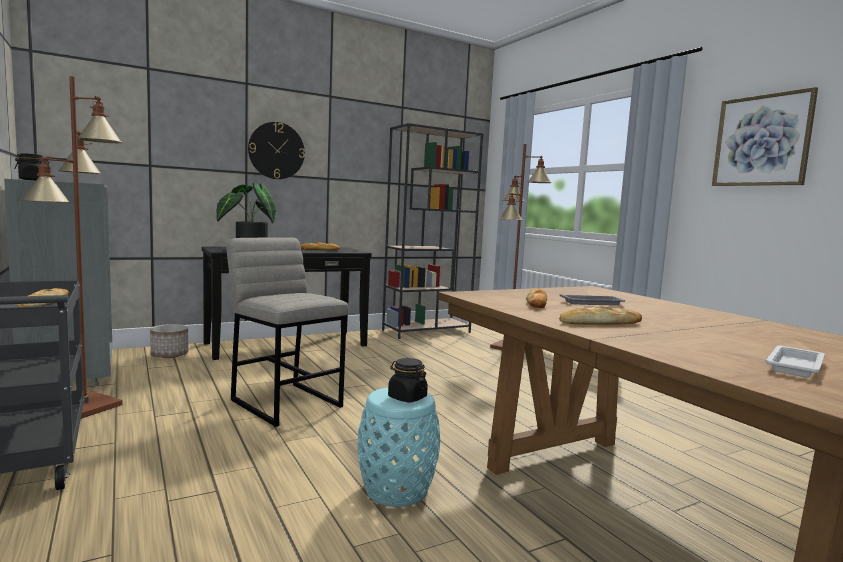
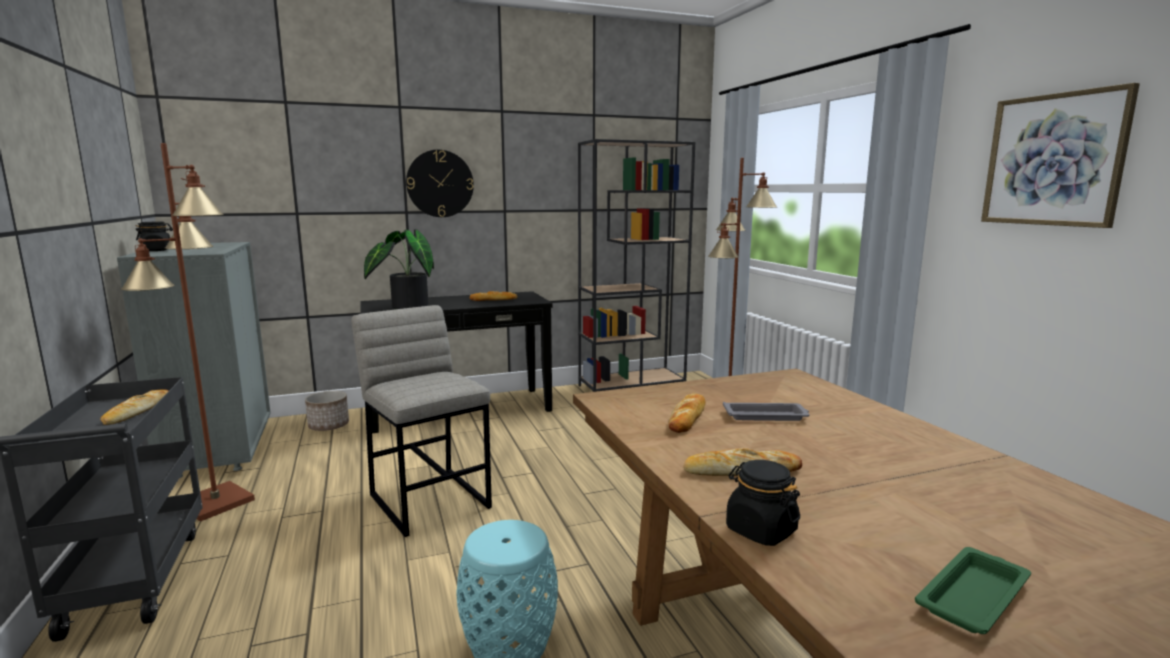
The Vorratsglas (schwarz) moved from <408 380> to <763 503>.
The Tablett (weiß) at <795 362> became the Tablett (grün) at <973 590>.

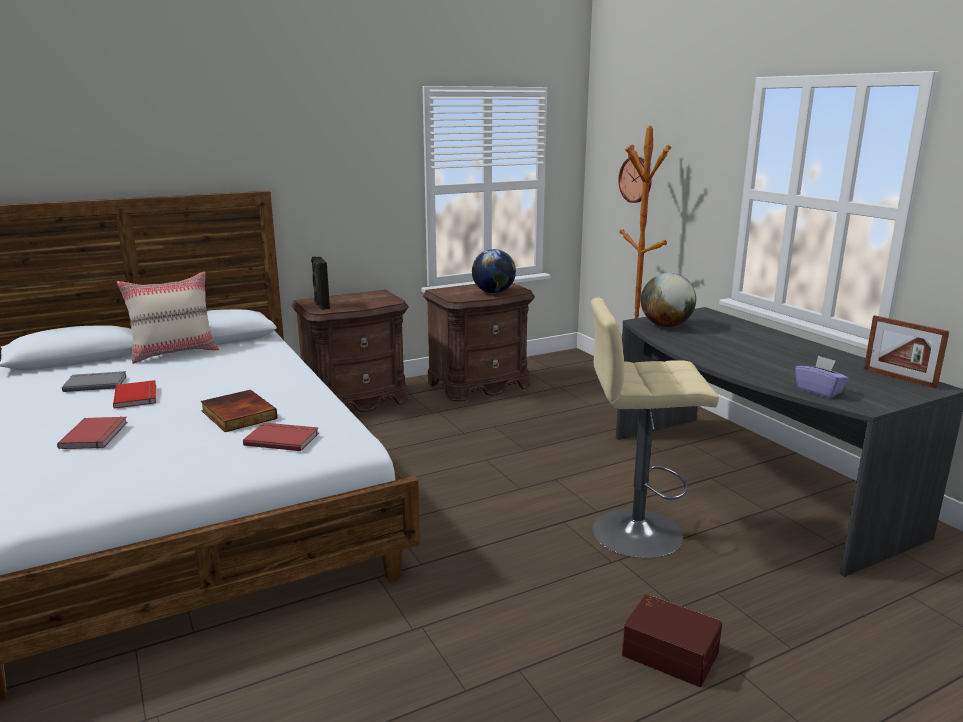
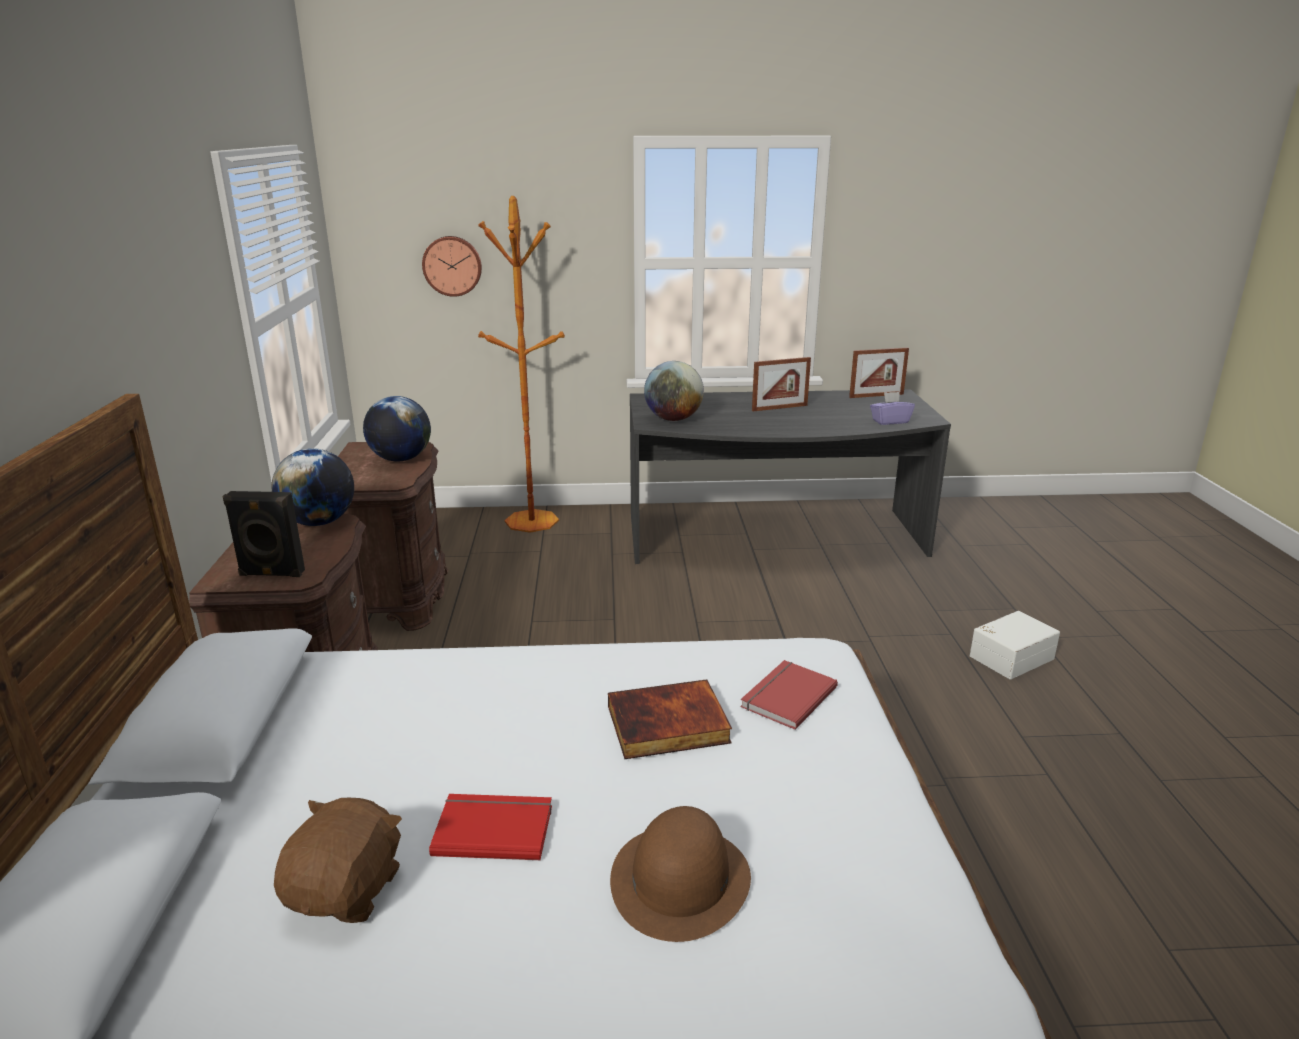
The Kissen (beige) at <168 318> disappeared.
The Hocker (beige) at <655 427> disappeared.
The Globus at <313 487> appeared.
The Bilderrahmen at <781 384> appeared.
The Buch (rot) at <92 432> was replaced by the Hut (braun) at <680 874>.
The Buch (grau) at <94 381> was replaced by the Plüschtier (braun) at <338 860>.
The Aufbewahrungsbox (braun) at <672 640> became the Aufbewahrungsbox (weiß) at <1015 645>.

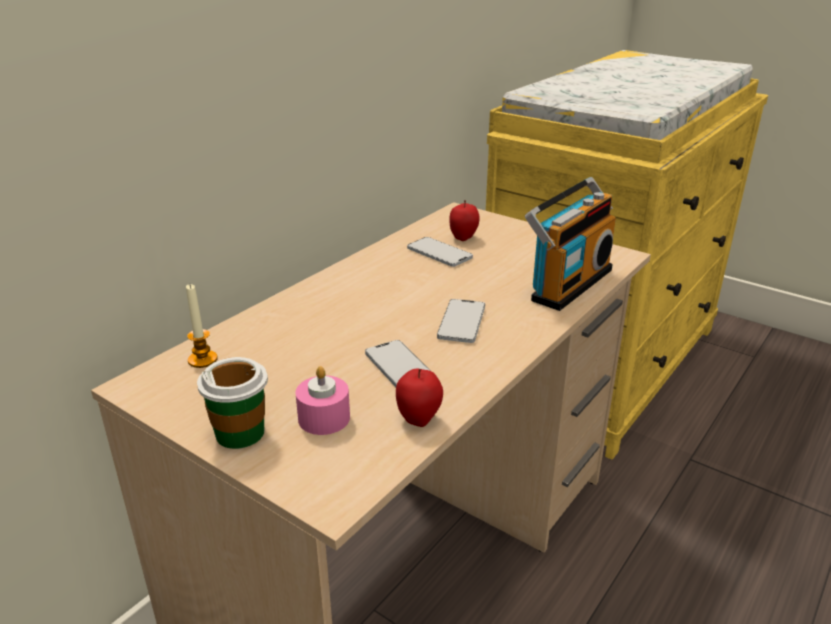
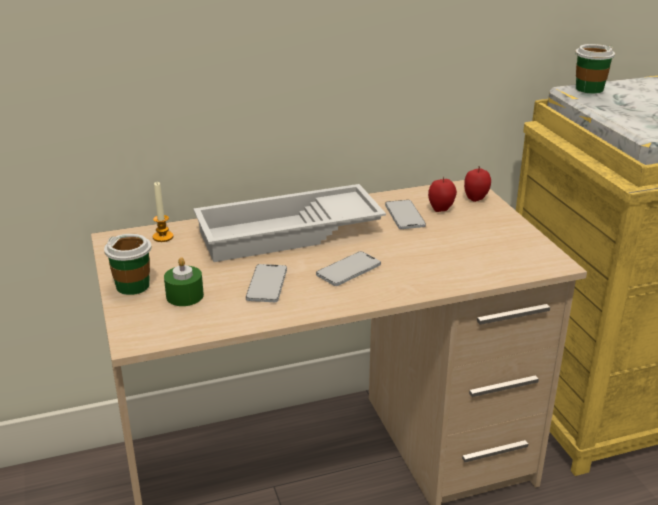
The Radio at <570 244> disappeared.
The Tablett (weiß) at <289 223> appeared.
The Tasse at <595 69> appeared.
The Apfel moved from <419 398> to <477 184>.
The Kerze (rosa) at <322 400> became the Kerze (grün) at <184 281>.

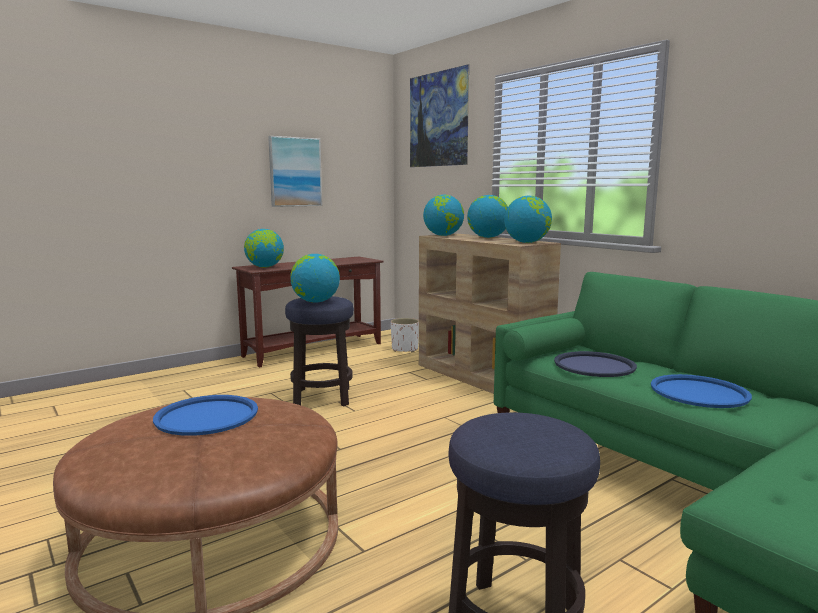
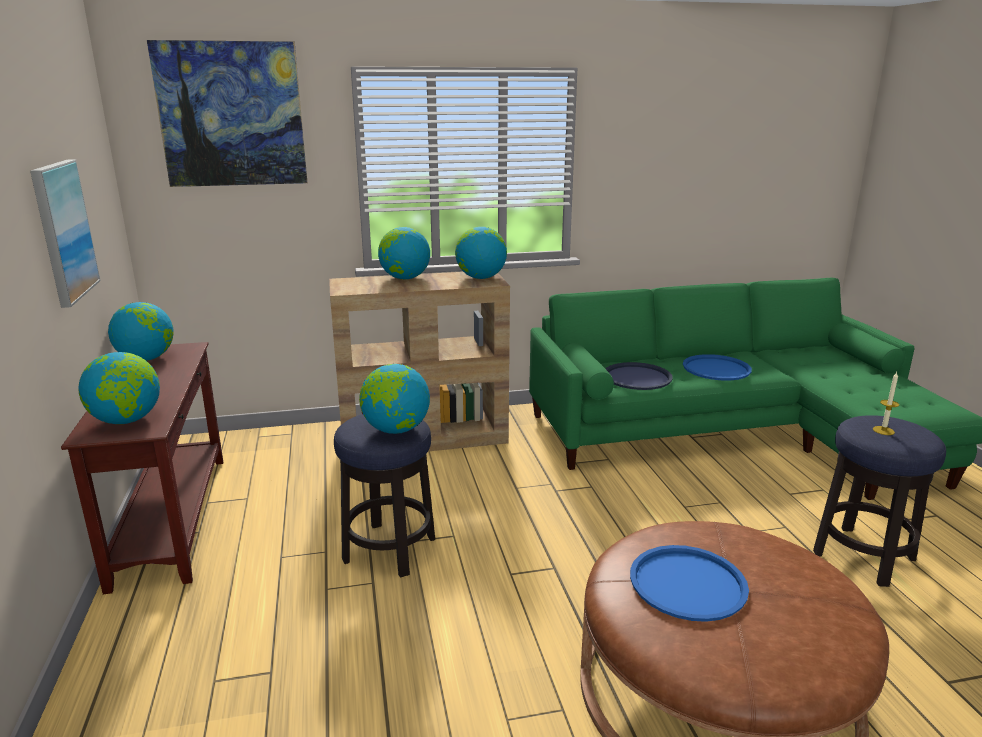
The Pflanzkübel (weiß) at <405 335> disappeared.
The Kerze at <886 403> appeared.
The Globus moved from <443 215> to <141 331>.

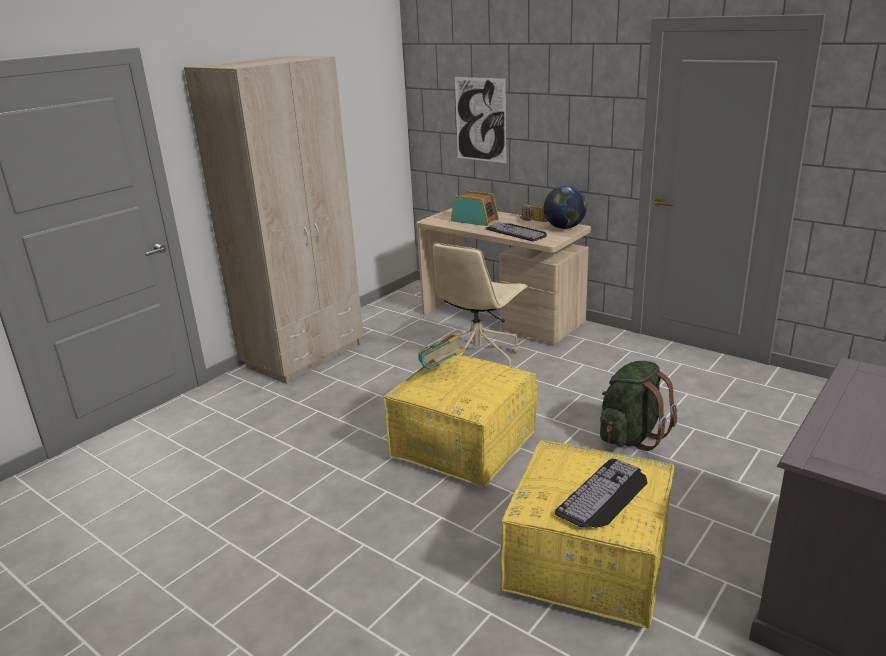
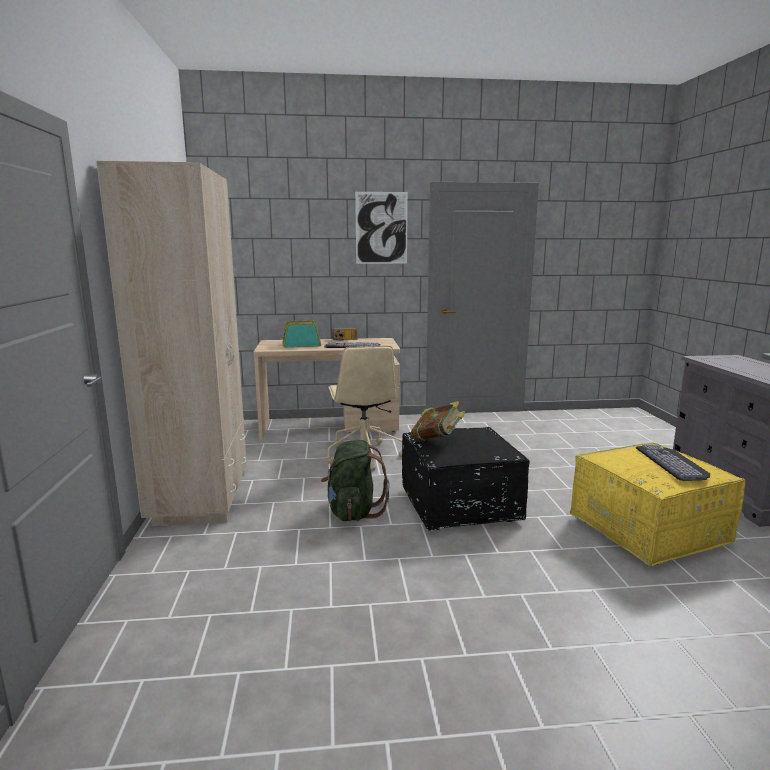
The Globus at <565 207> disappeared.
The Bild moved from <480 120> to <381 228>.
The Rucksack (grün) moved from <638 406> to <355 480>.
The Polsterhocker (gelb) at <460 421> became the Polsterhocker (schwarz) at <466 478>.

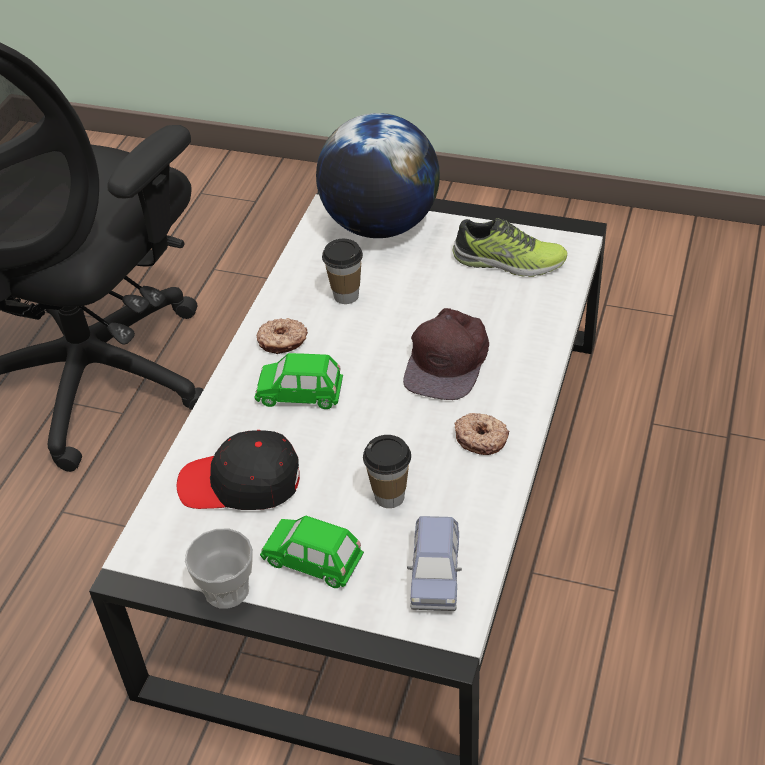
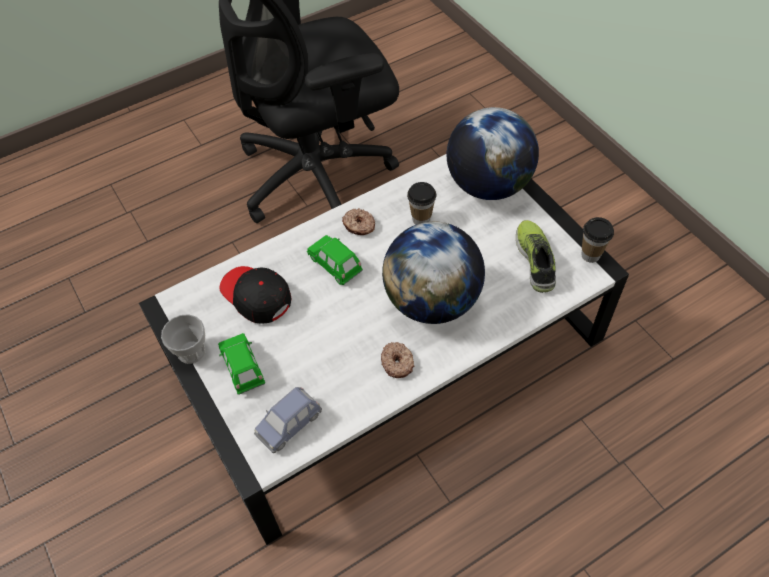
The Tasse moved from <387 471> to <597 240>.
The Kappe (braun) at <446 354> was replaced by the Globus at <433 272>.
The Schuh at <510 247> turned 150 degrees counterclockwise.

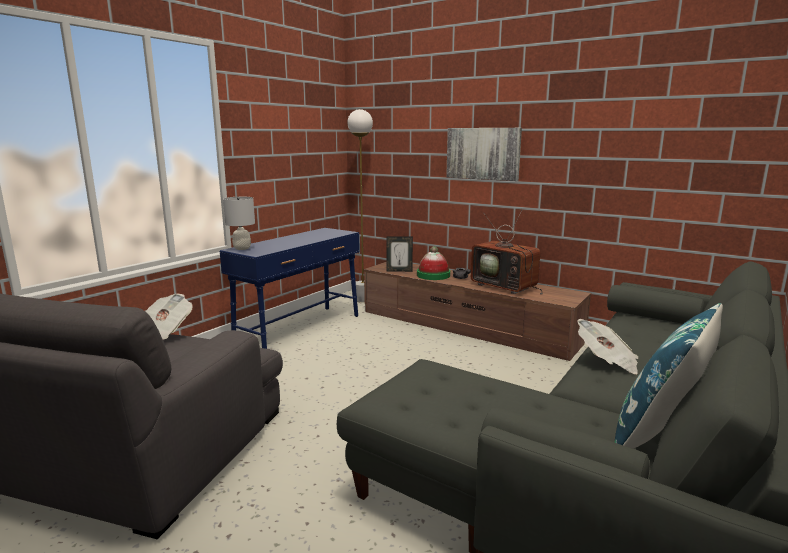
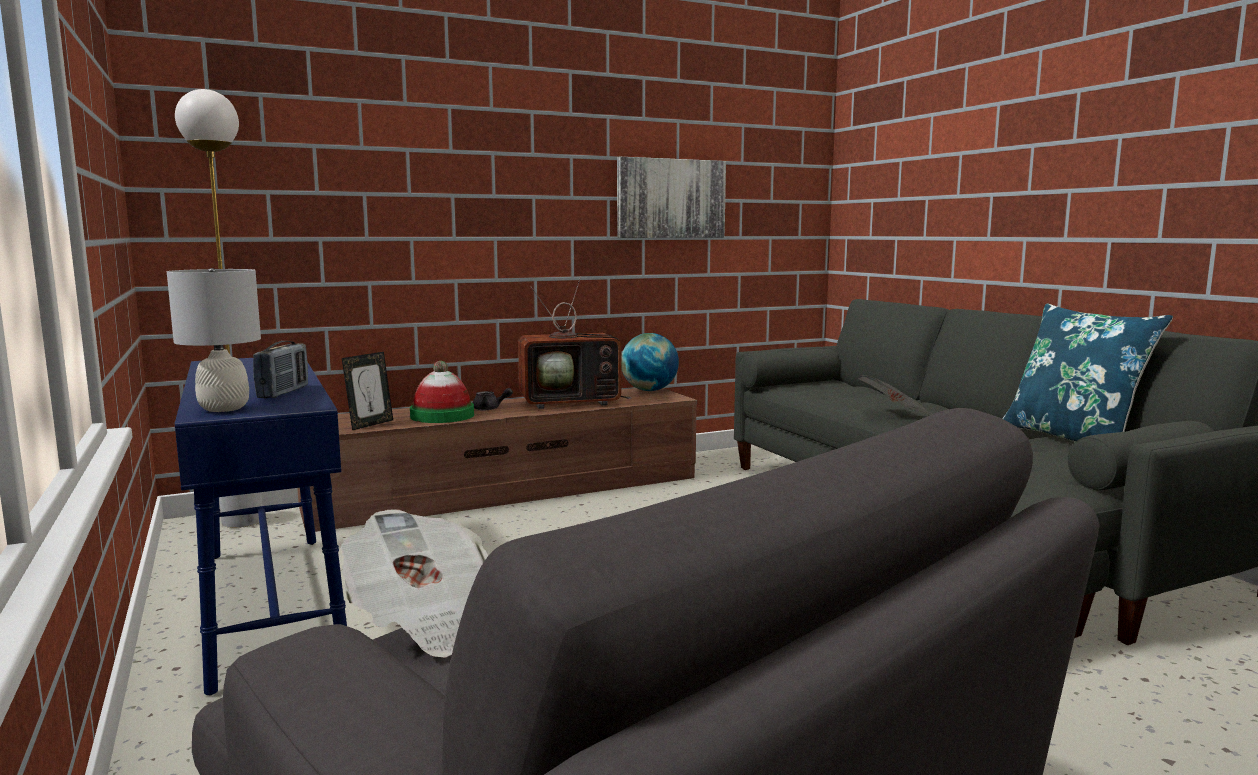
The Radio at <280 369> appeared.
The Globus at <650 362> appeared.
The Bild moved from <484 154> to <671 197>.

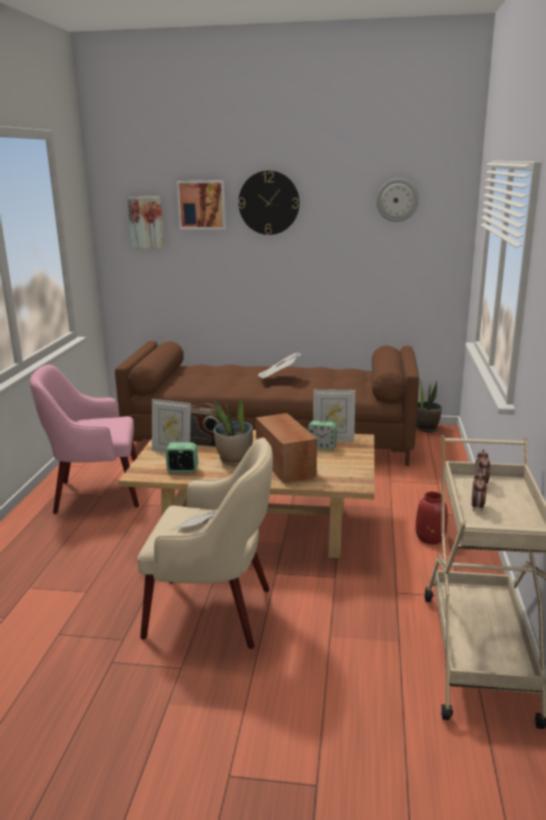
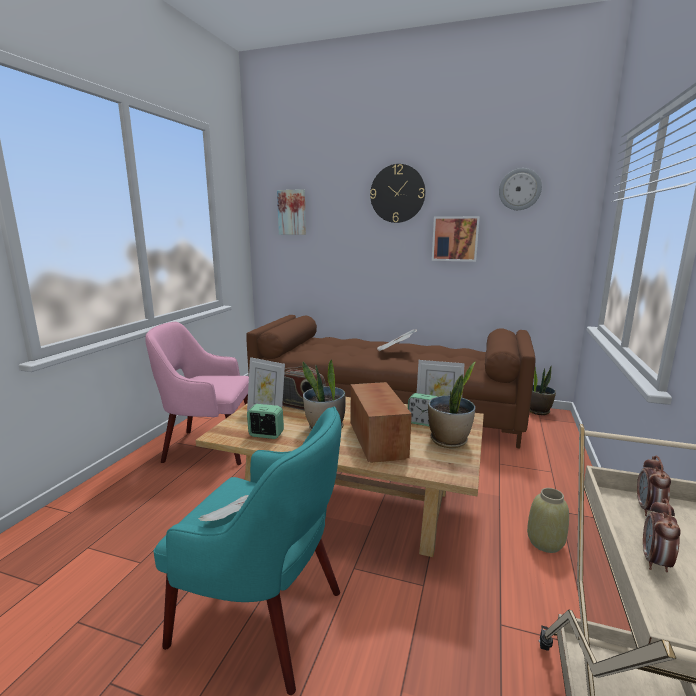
The Topfpflanze at <452 405> appeared.
The Bild moved from <201 204> to <456 239>.
The Sessel (beige) at <205 543> became the Sessel (türkis) at <247 551>.
The Vase (rot) at <431 518> became the Vase (beige) at <548 520>.

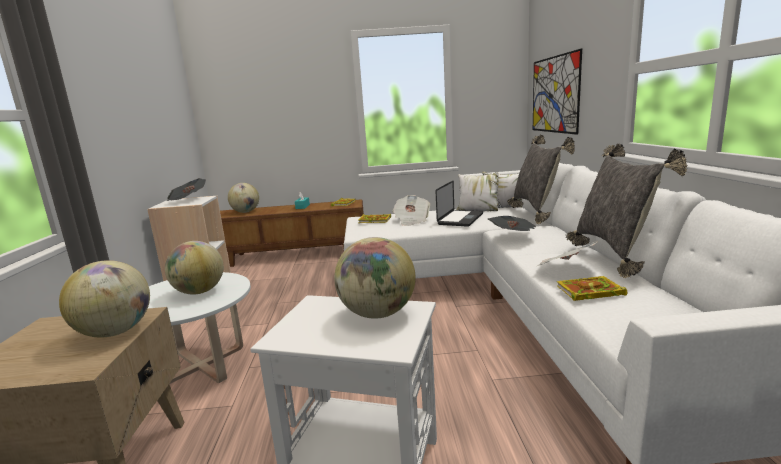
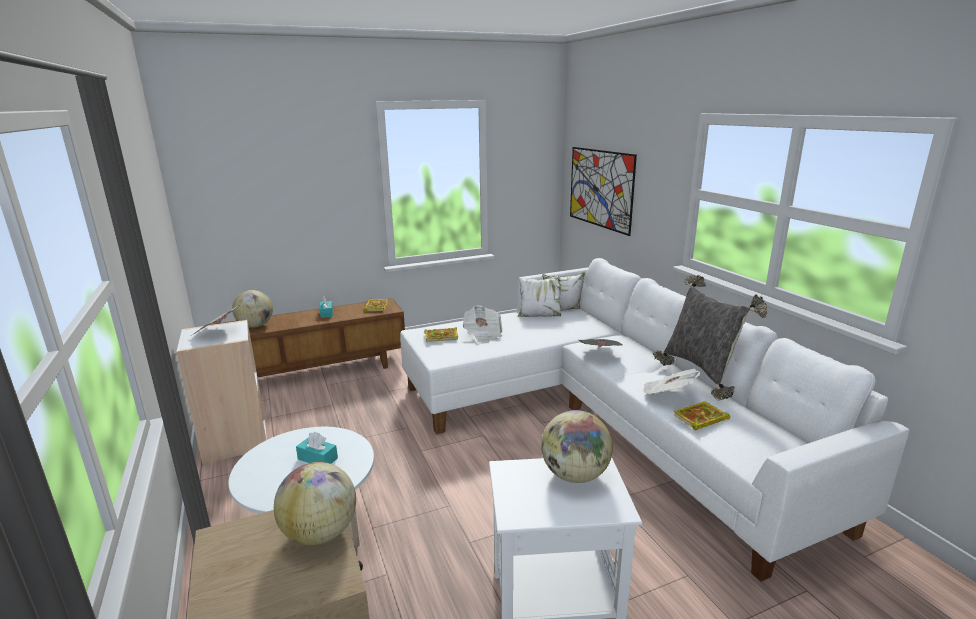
The Laptop at <459 204> disappeared.
The Kissen at <541 179> disappeared.
The Globus at <194 268> was replaced by the Taschentuchbox (türkis) at <317 448>.

